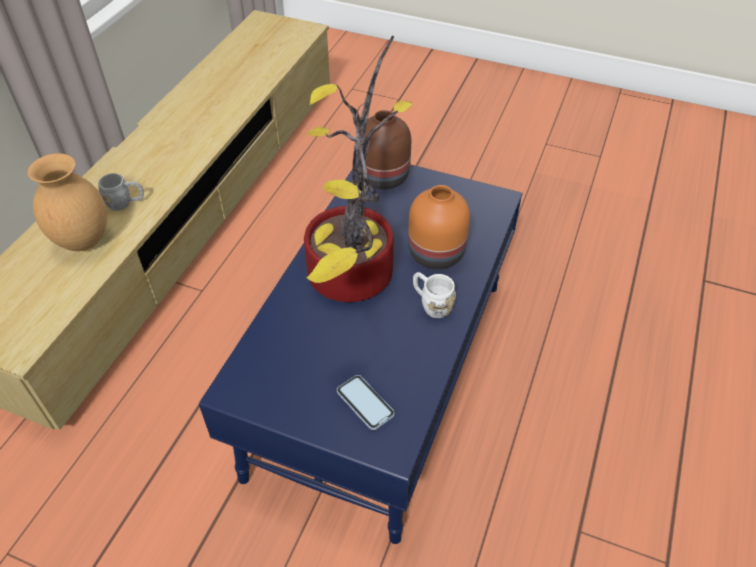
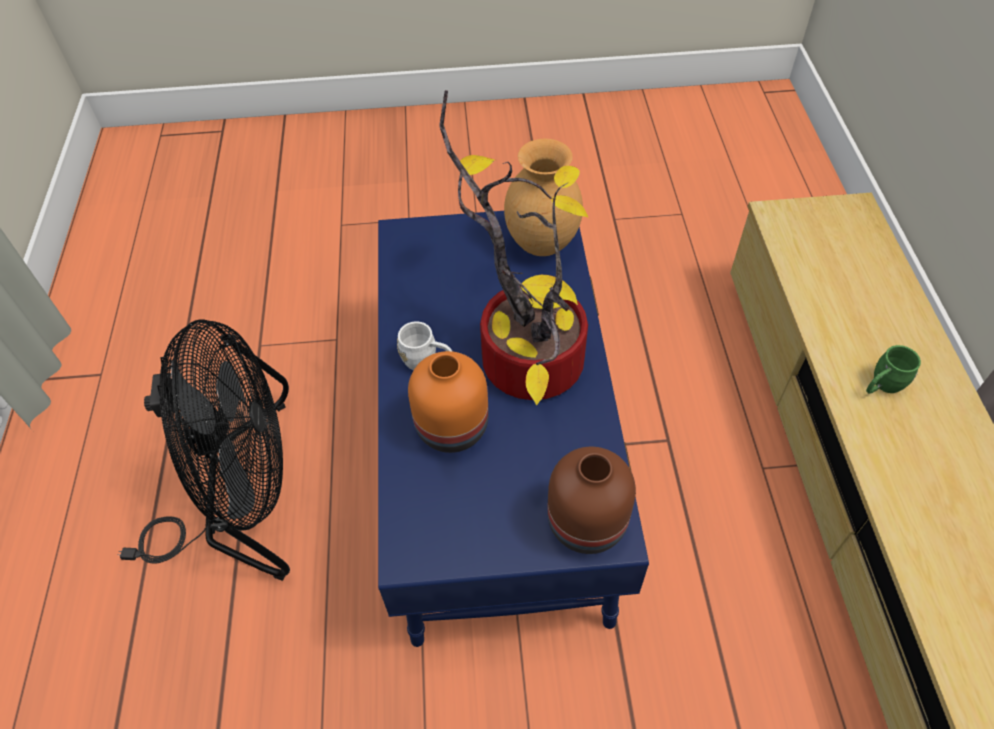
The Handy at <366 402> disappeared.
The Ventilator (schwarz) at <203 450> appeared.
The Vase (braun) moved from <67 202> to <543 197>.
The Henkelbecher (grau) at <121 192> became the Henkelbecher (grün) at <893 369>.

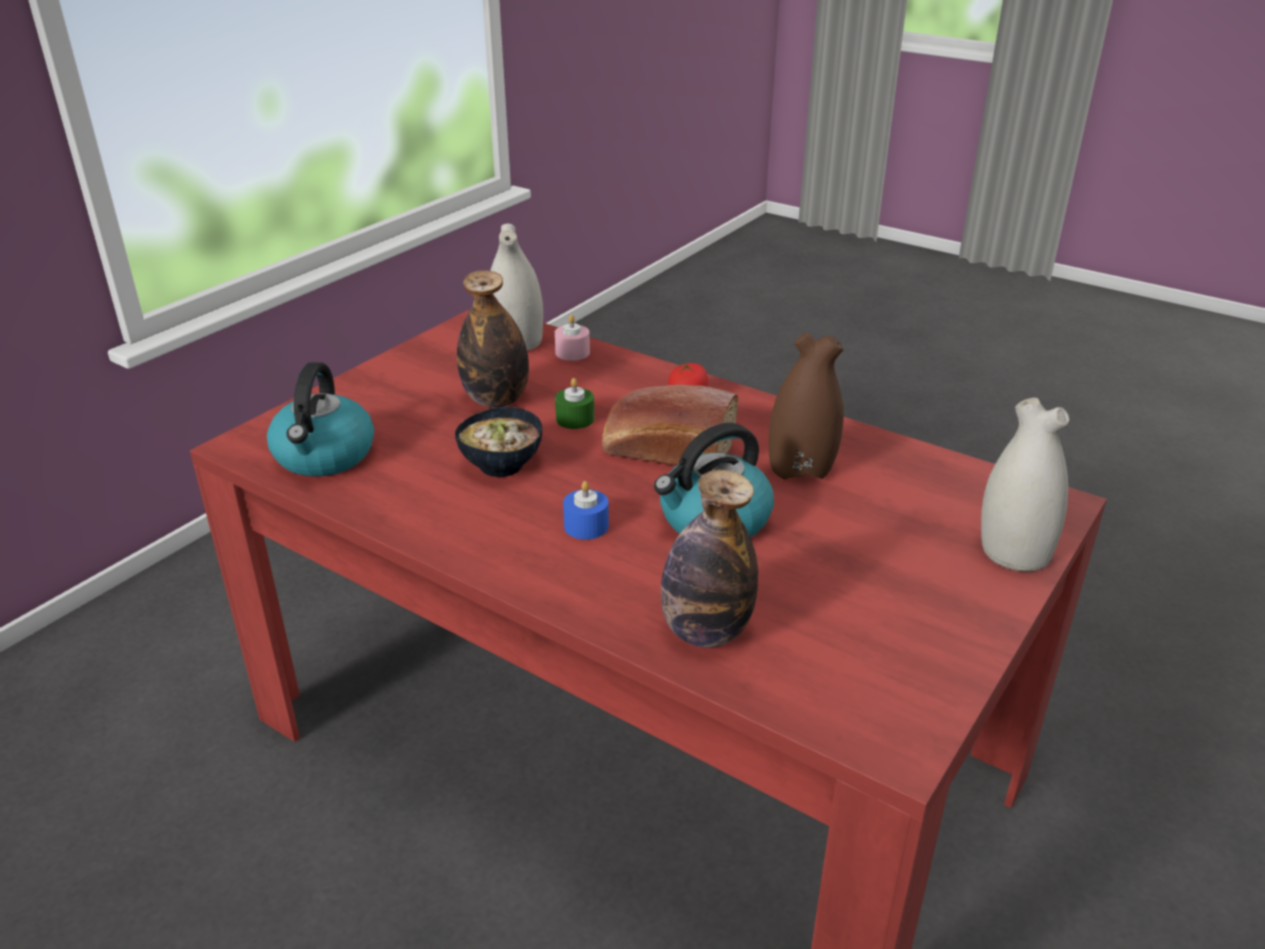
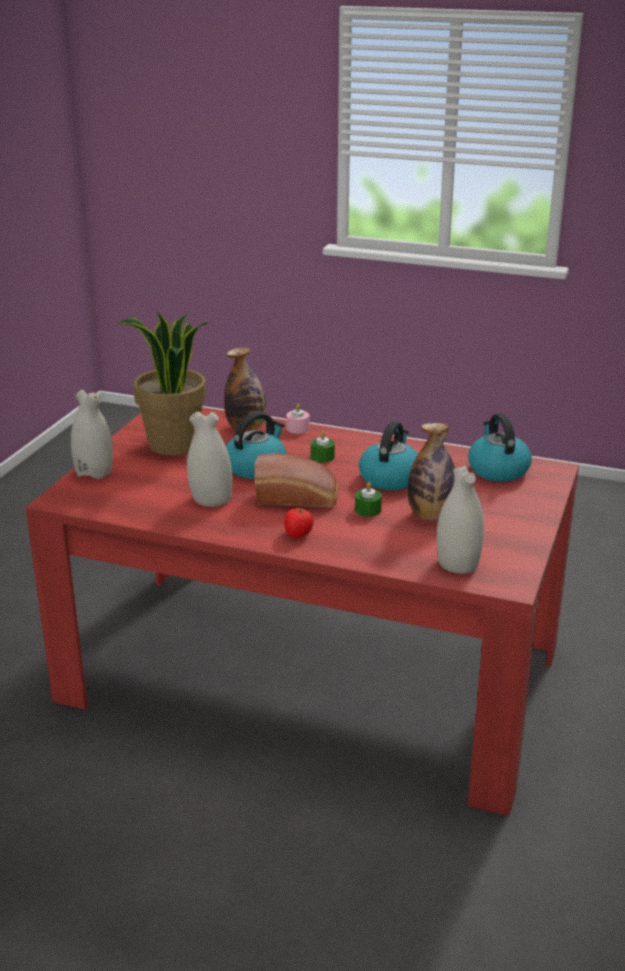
The Topfpflanze at <163 383> appeared.
The Kerze (rosa) moved from <572 337> to <297 418>.
The Schüssel at <498 442> was replaced by the Wasserkessel at <388 455>.
The Kerze (blau) at <586 510> became the Kerze (grün) at <323 447>.
The Vase (braun) at <806 406> became the Vase (weiß) at <210 459>.

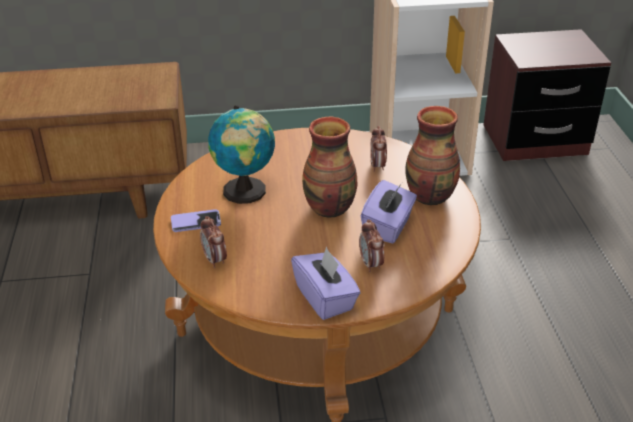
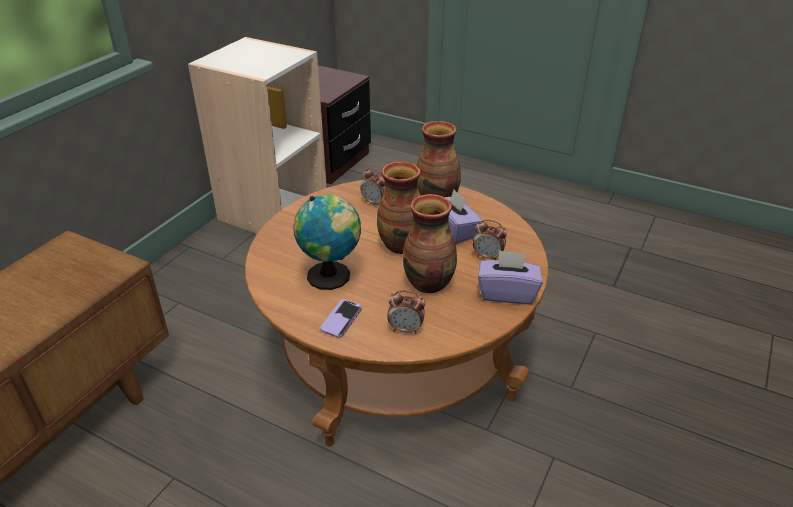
The Vase at <430 243> appeared.

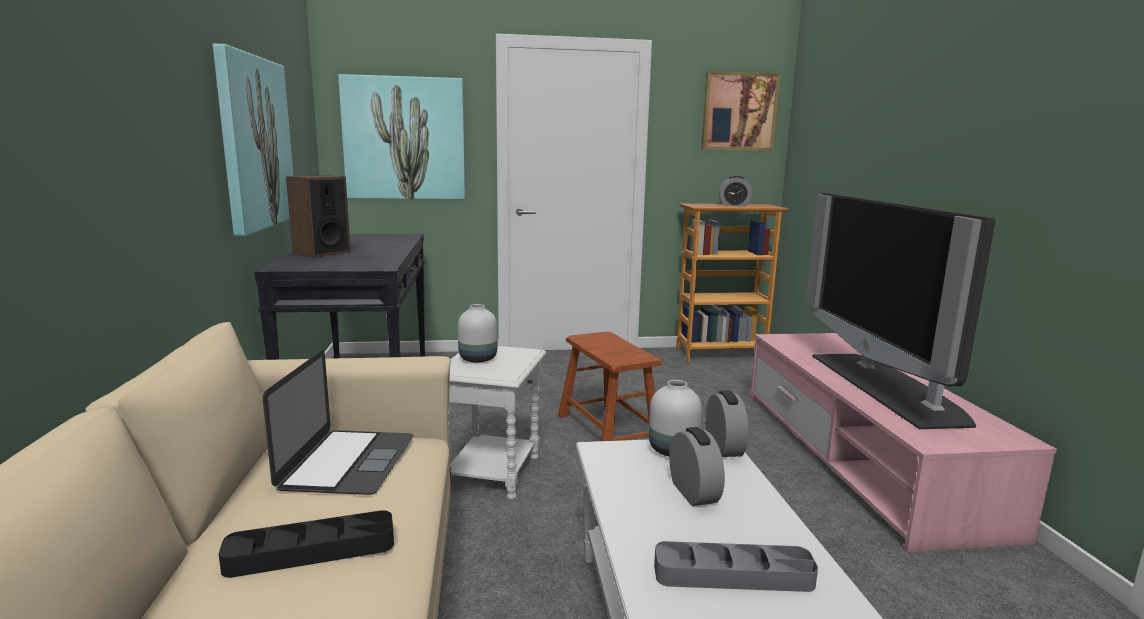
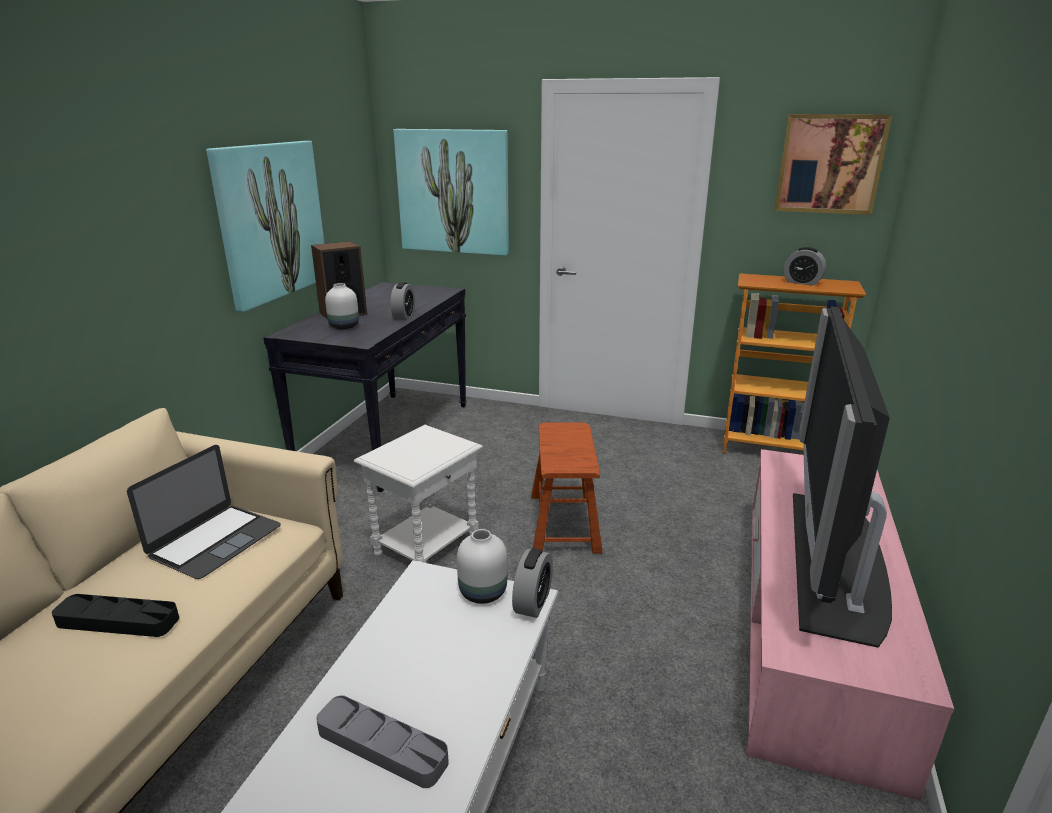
The Vase (weiß) moved from <477 333> to <342 306>.
The Wecker moved from <697 466> to <403 301>.

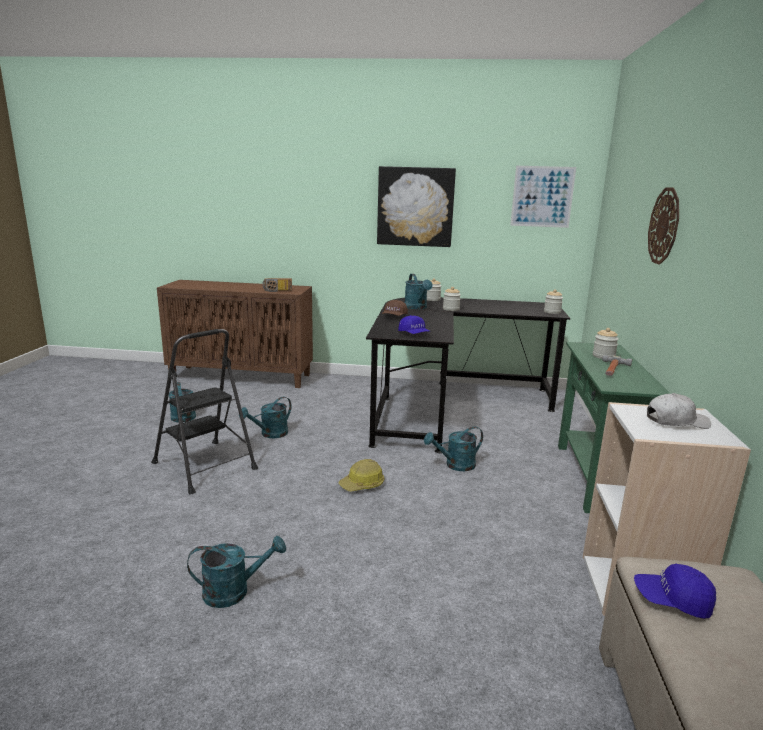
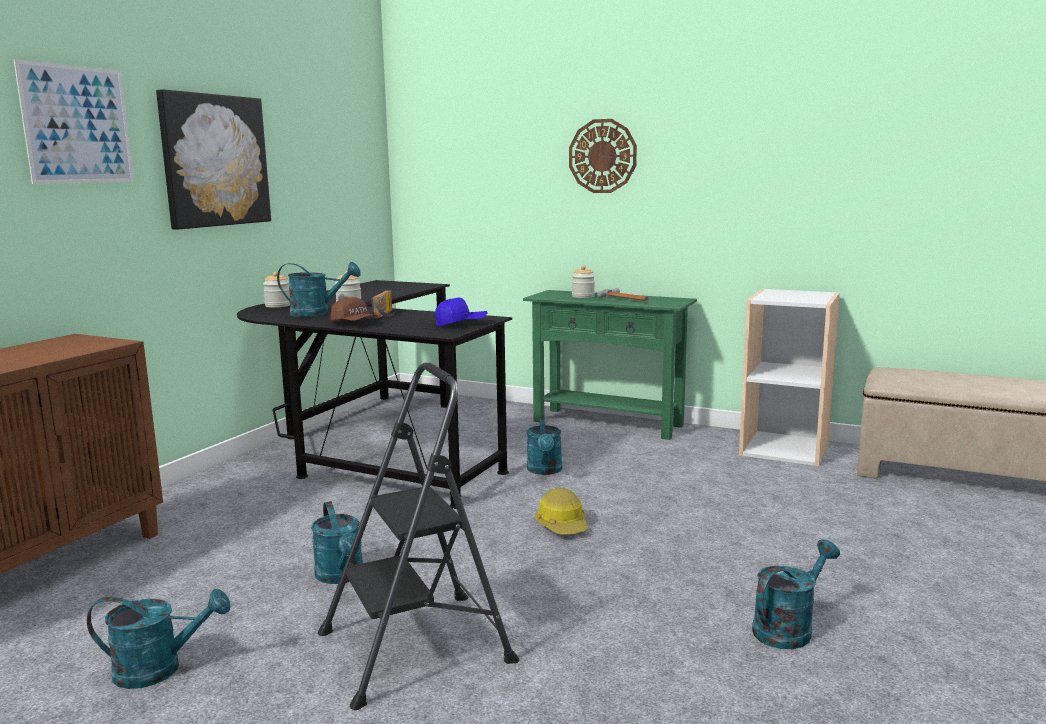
The Vorratsglas at <553 301> disappeared.
The Kappe (blau) at <675 591> disappeared.
The Kappe (weiß) at <679 411> disappeared.
The Radio moved from <277 285> to <382 304>.
The Bild moved from <543 197> to <73 121>.
The Gießkanne (türkis) at <236 572> turned 45 degrees clockwise.

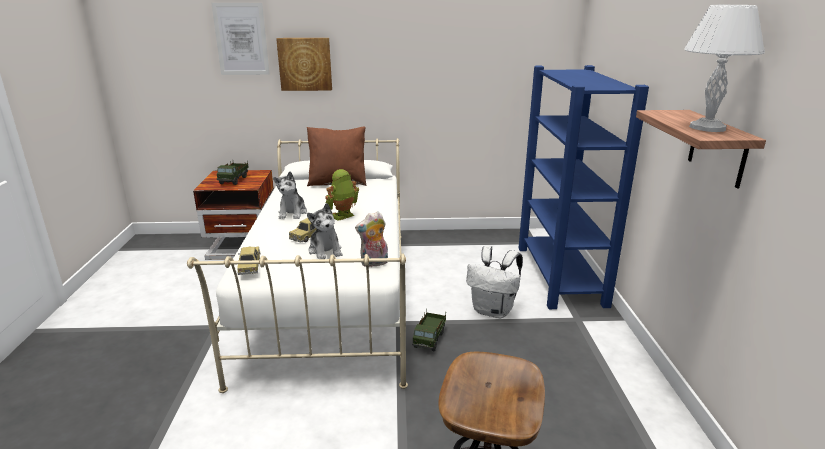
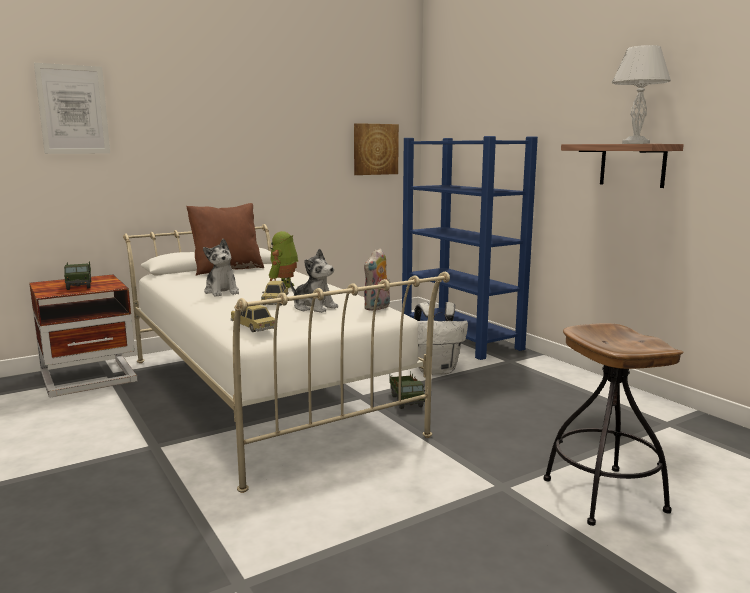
The Bild moved from <304 64> to <376 149>.

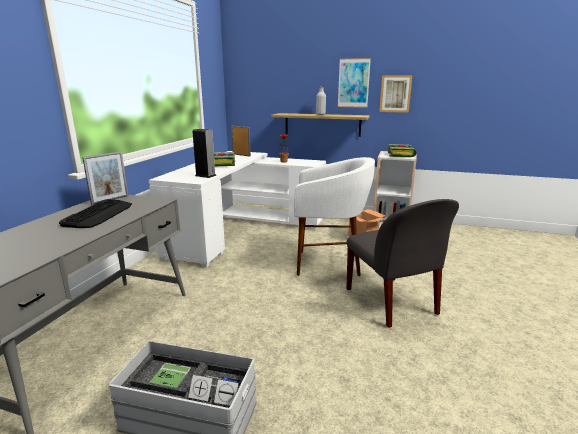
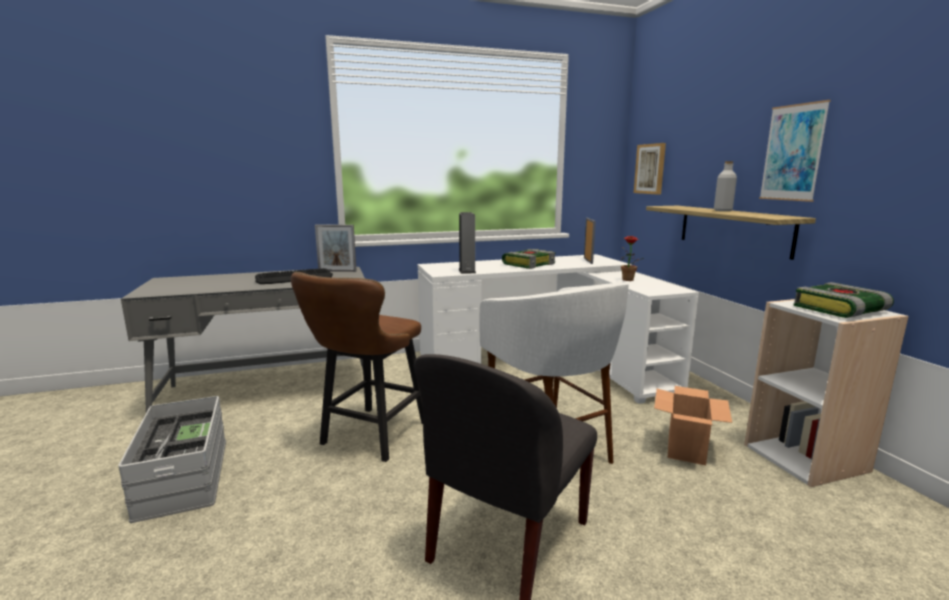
The Hocker (braun) at <357 367> appeared.
The Bild moved from <396 94> to <650 169>.

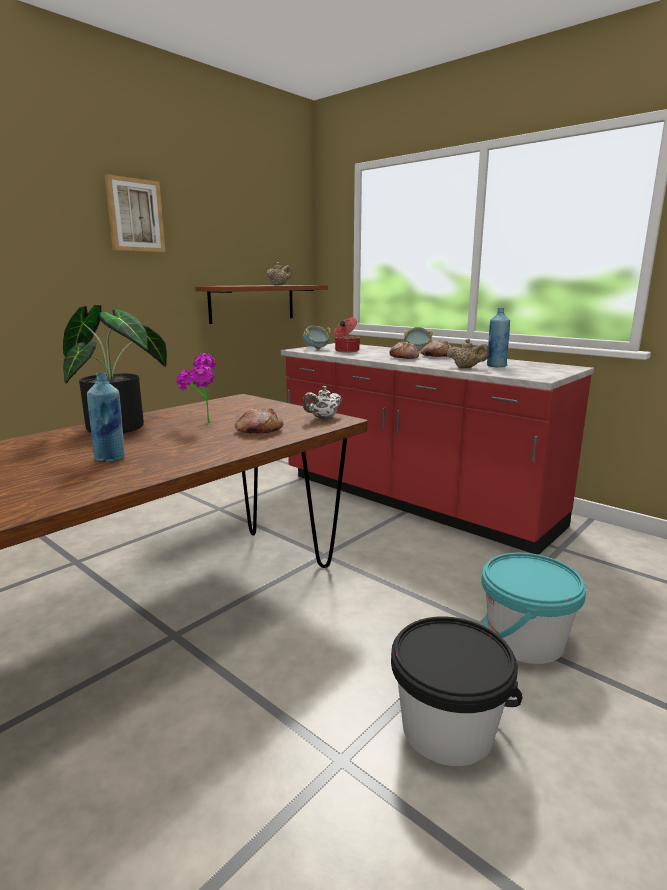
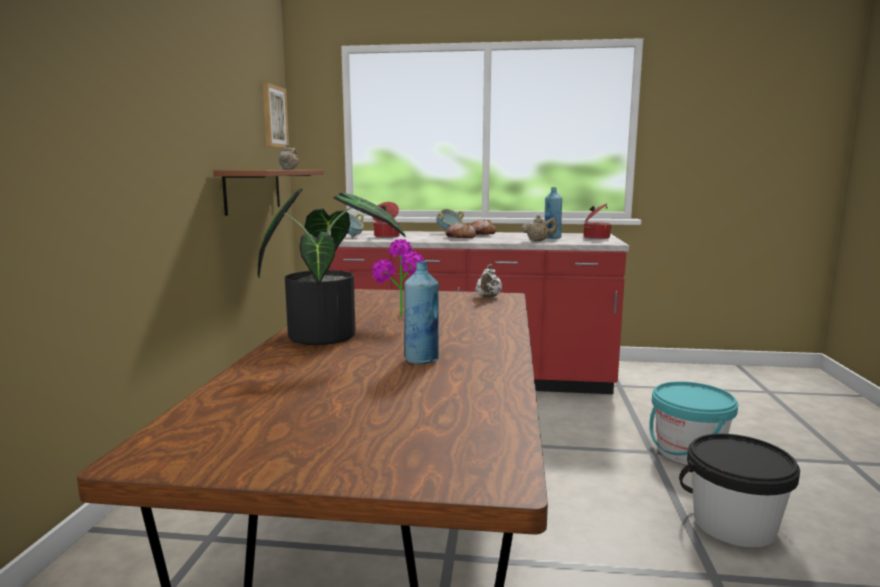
The Brot at <259 421> disappeared.
The Kochtopf at <597 221> appeared.
The Bild moved from <134 213> to <276 115>.

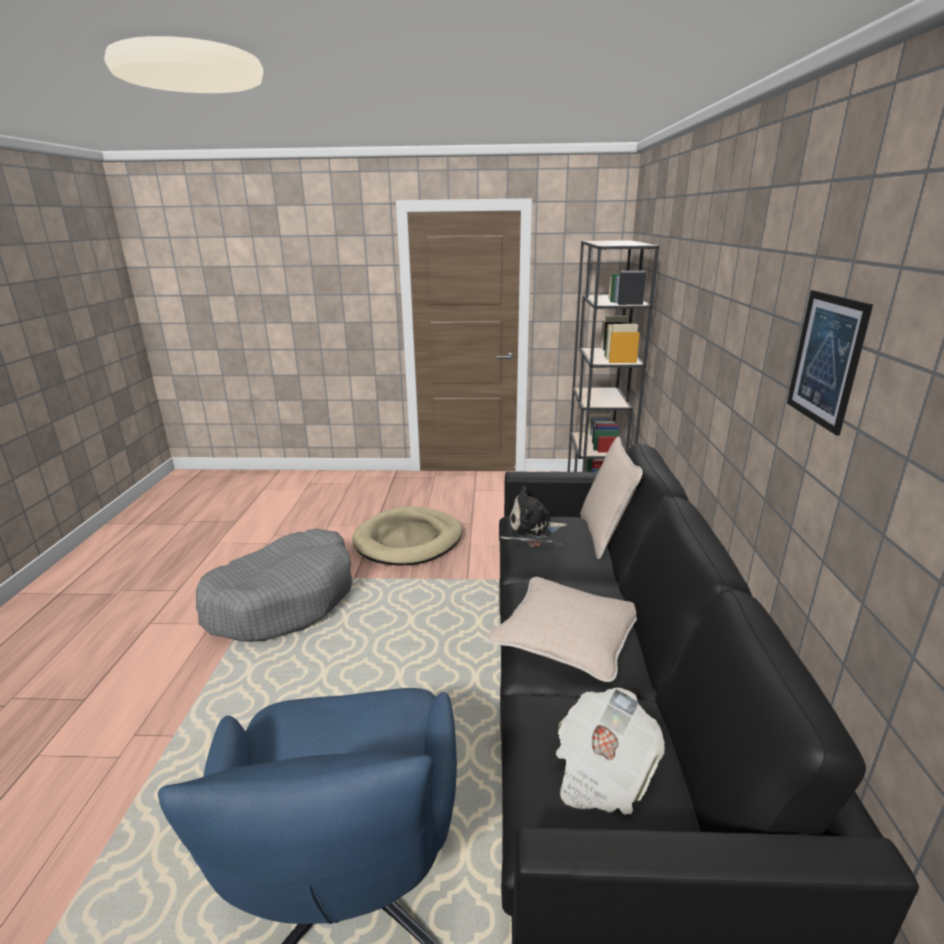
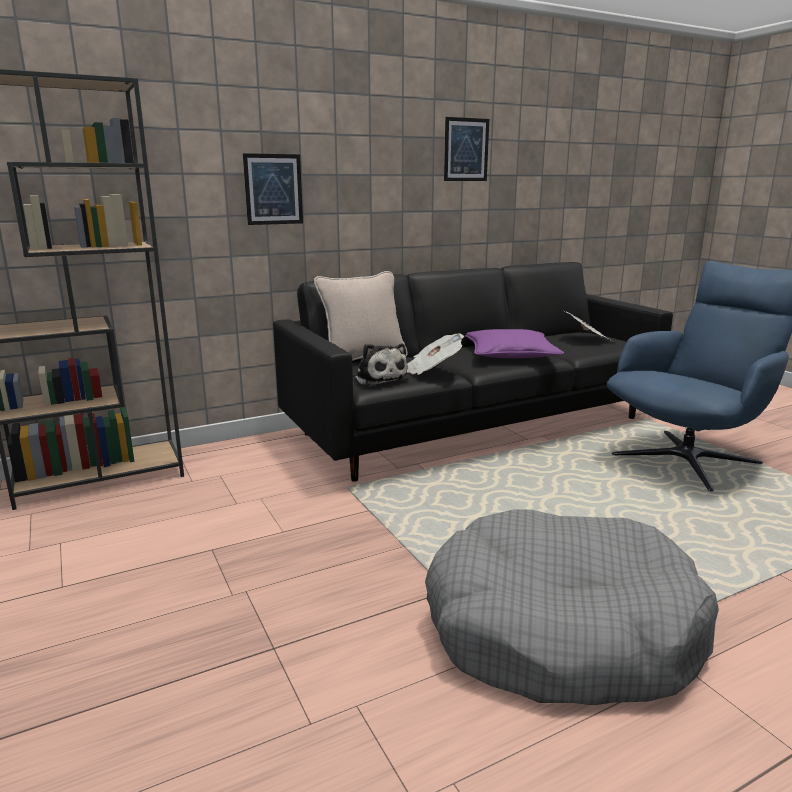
The Hundebett (beige) at <407 535> disappeared.
The Bild at <273 189> appeared.
The Kissen (beige) at <561 629> became the Kissen (lila) at <514 343>.

